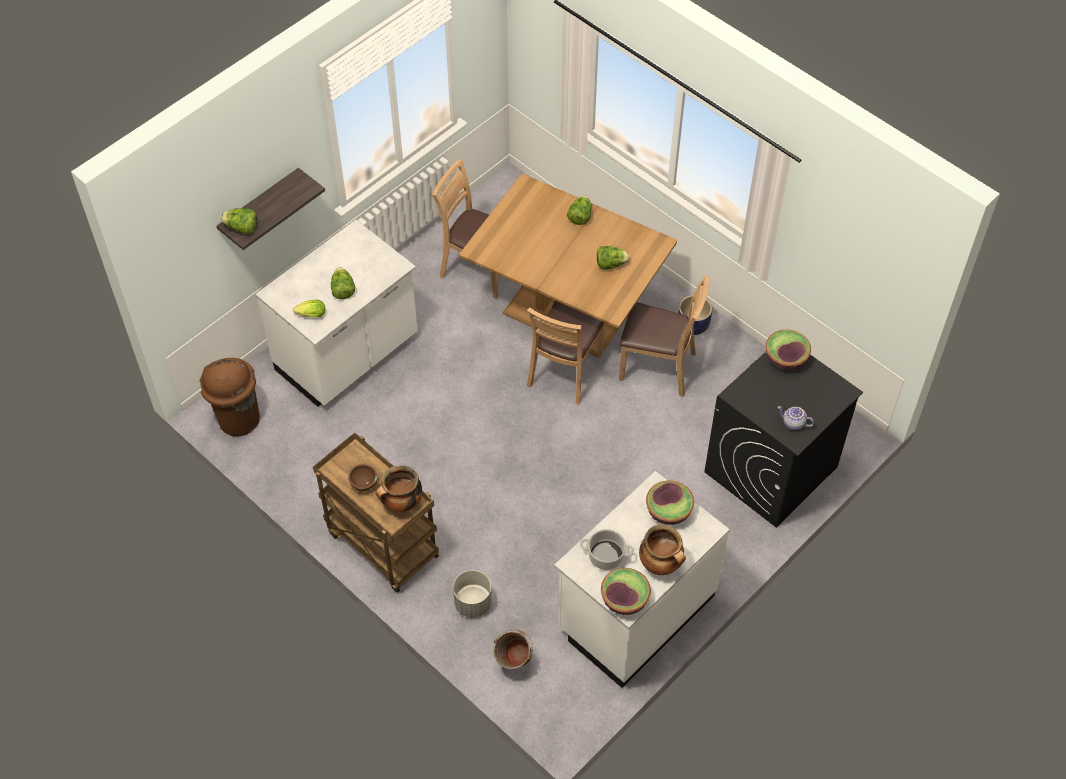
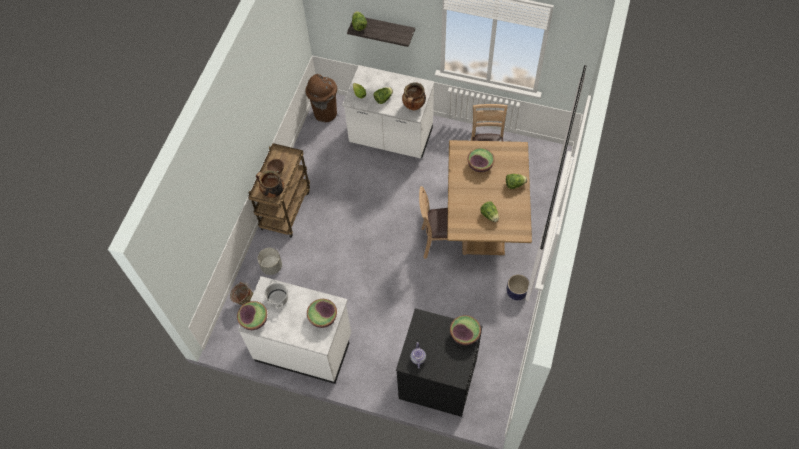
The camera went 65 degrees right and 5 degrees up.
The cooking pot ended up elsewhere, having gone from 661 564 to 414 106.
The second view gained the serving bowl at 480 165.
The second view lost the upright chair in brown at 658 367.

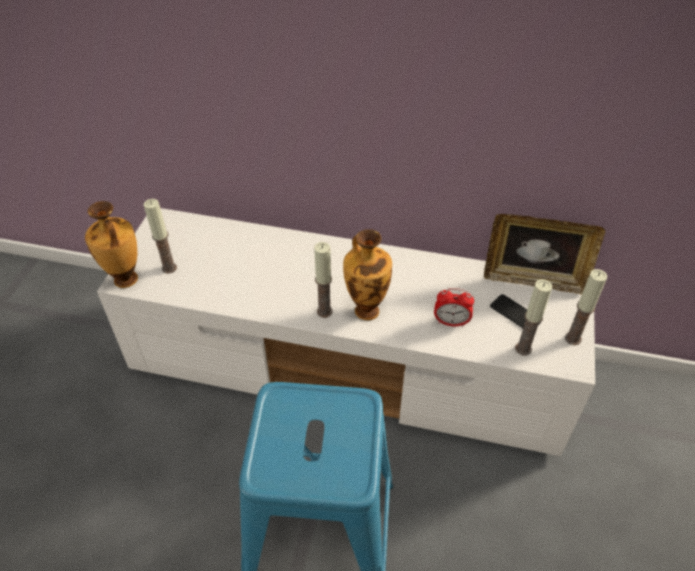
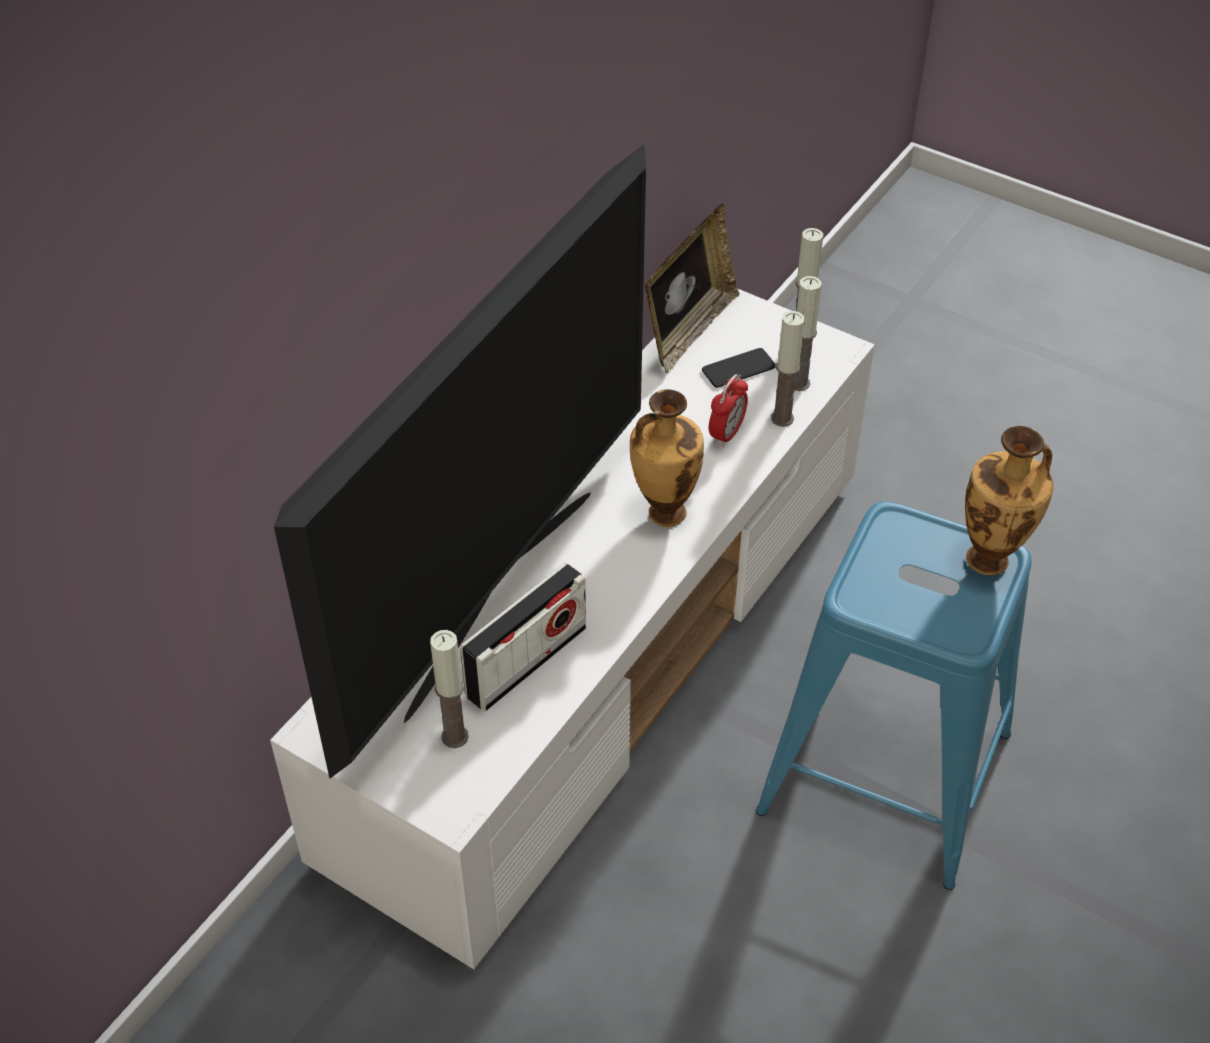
The camera went 70 degrees left and 0 degrees up.
The second view gained the TV set at 497 598.
The second view gained the radio set at 526 662.
The wax light ended up elsewhere, having gone from 324 311 to 782 418.
The flower vase ended up elsewhere, having gone from 126 280 to 991 559.

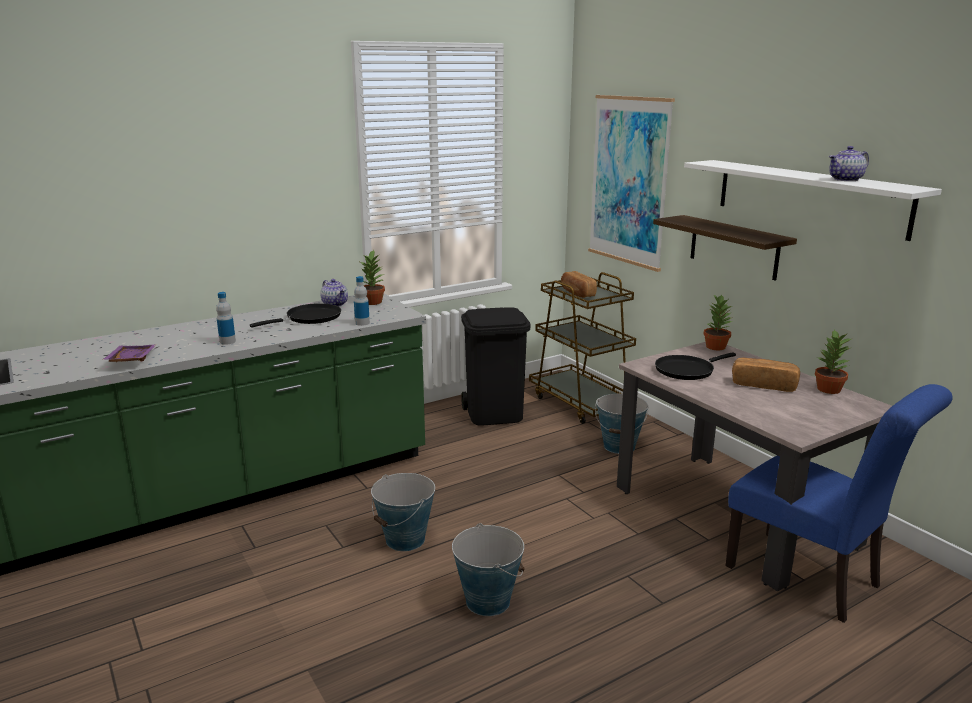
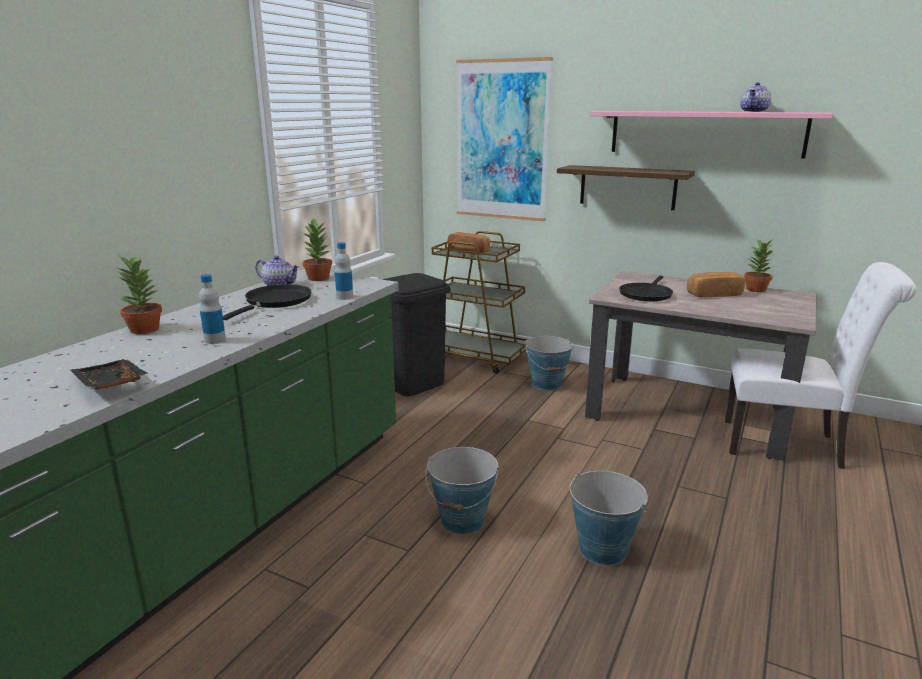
The camera went 30 degrees left and 0 degrees up.
What was the tray in purple at 130 360 turned into the tray in blackish at 109 385.
The potted plant ended up elsewhere, having gone from 715 347 to 144 329.
What was the bracket shelf in white-coloured at 808 197 turned into the bracket shelf in pinkish at 705 133.
What was the upright chair in blue-coloured at 811 579 turned into the upright chair in white-coloured at 789 445.

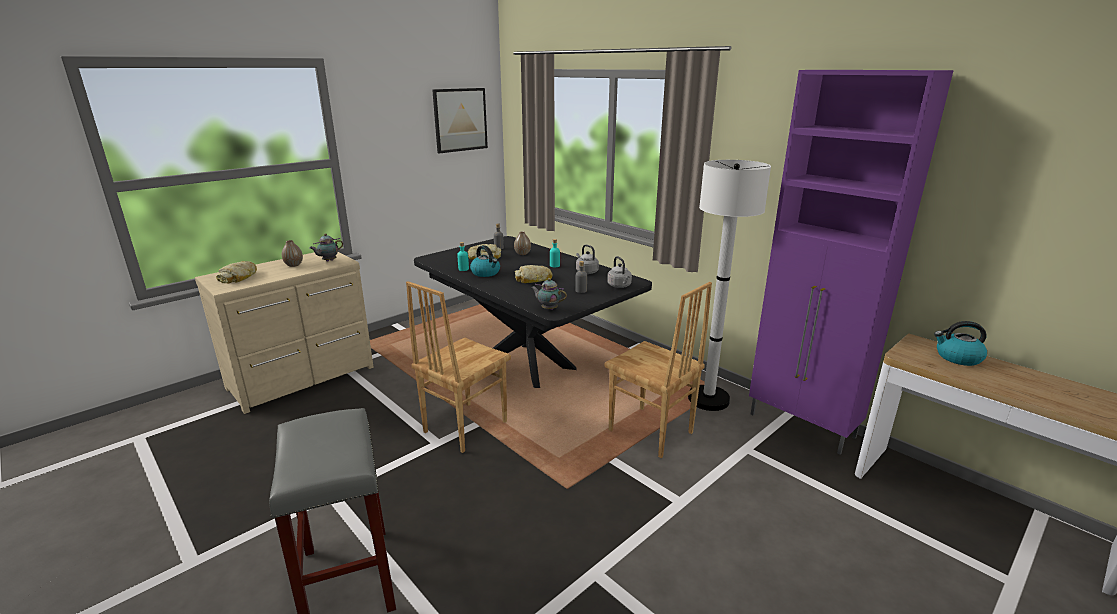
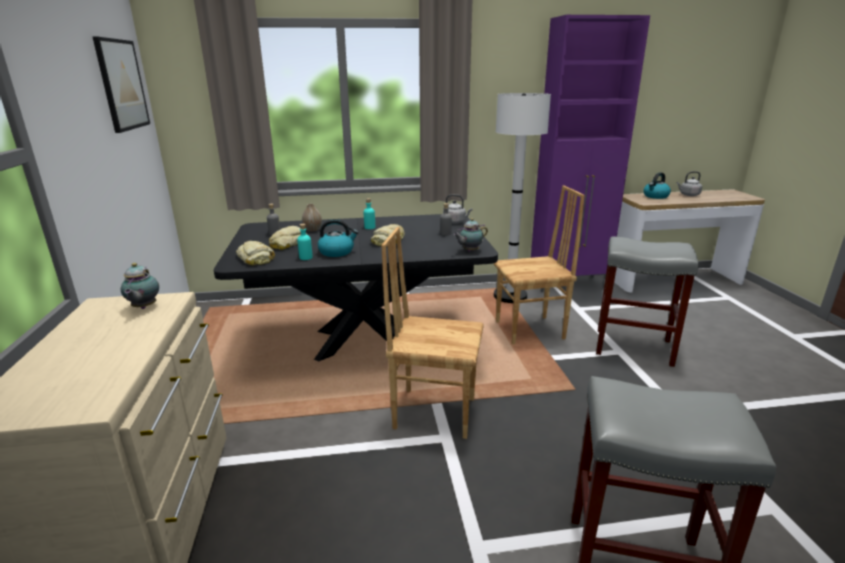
The camera went 55 degrees left and 0 degrees up.
The baked bread ended up elsewhere, having gone from 239 277 to 255 258.
The upright chair in brown at 464 427 ended up facing another way, 120 degrees clockwise from before.
The second view gained the stool seat in gray at 634 347.
The kettle in gray ended up elsewhere, having gone from 586 272 to 688 195.
The second view lost the flower vase at 294 265.

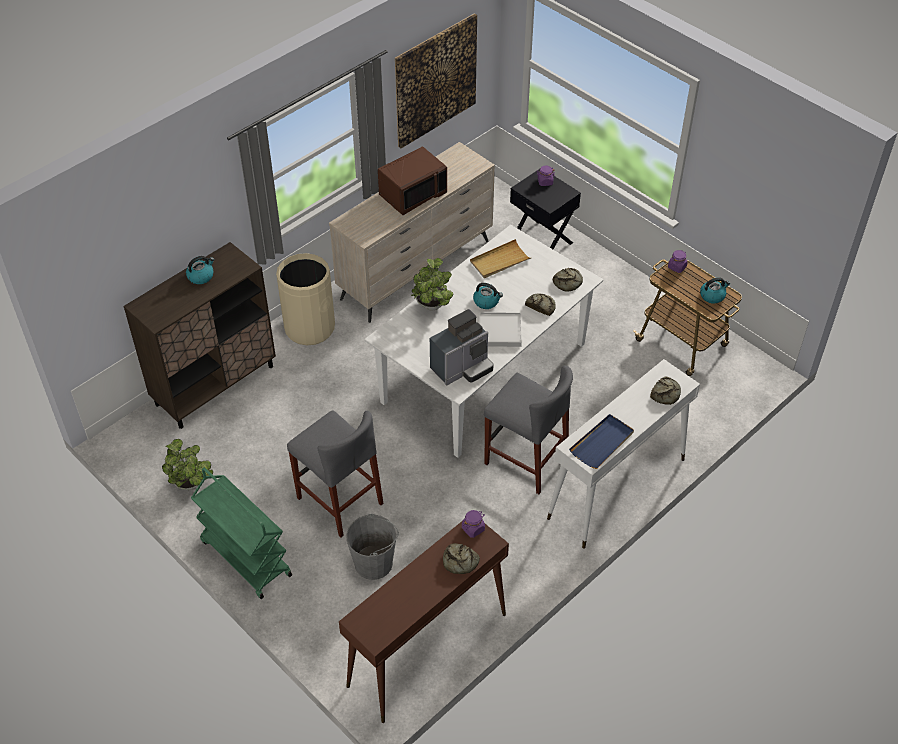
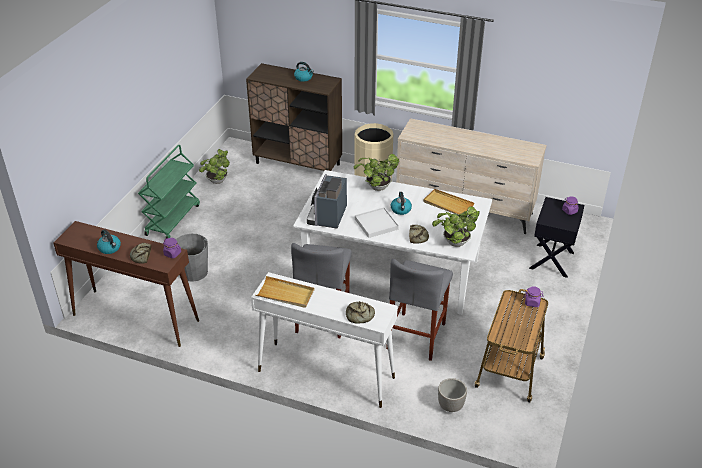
The camera went 65 degrees right and 10 degrees down.
The kettle ended up elsewhere, having gone from 712 296 to 110 248.
What was the tray in blue-coloured at 602 443 turned into the tray in beige at 285 294.
The coffee machine at 462 367 ended up facing another way, 75 degrees clockwise from before.
The stool seat in gray ended up elsewhere, having gone from 339 500 to 416 336.
Where the baked bread stood at 568 282, the potted plant came to stand at 454 243.
The second view gained the flower pot at 450 406.
The second view lost the kitchen microwave in brown at 412 194.
The second view lost the picture at 435 80.

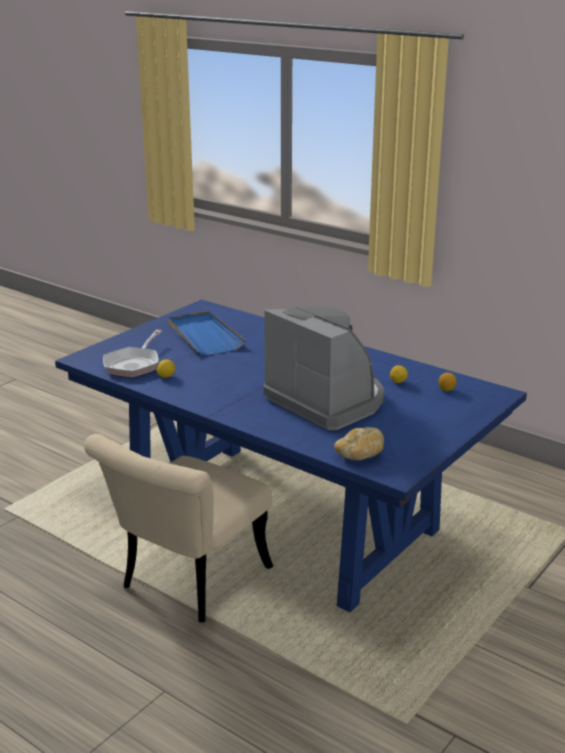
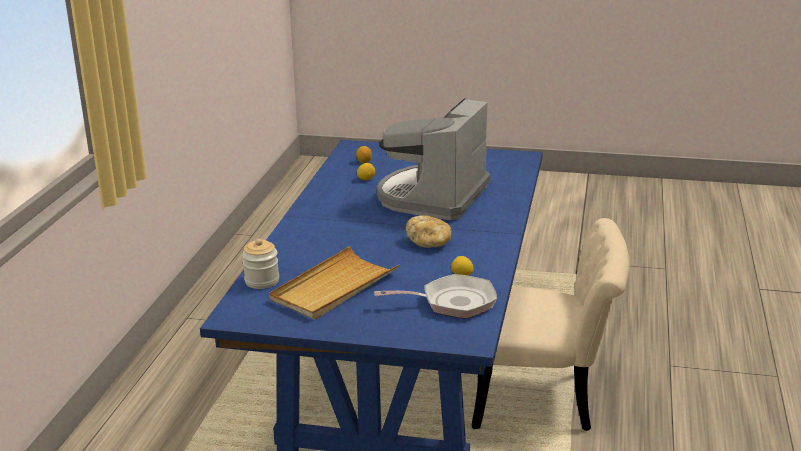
The camera went 115 degrees left and 0 degrees up.
The second view gained the storage jar at 262 281.
What was the tray in blue-coloured at 204 336 turned into the tray in beige at 334 287.
The baked bread ended up elsewhere, having gone from 359 455 to 429 242.

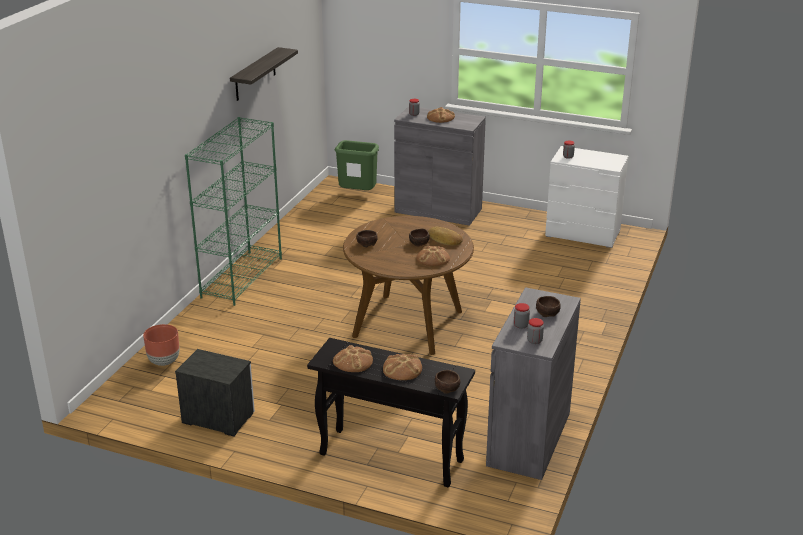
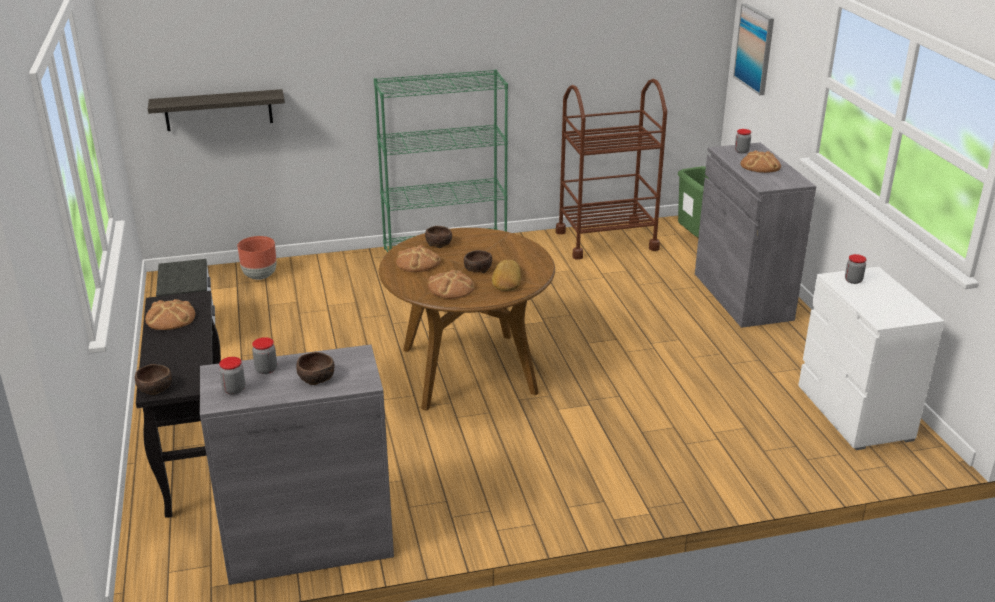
The camera went 55 degrees right and 0 degrees up.
The bracket shelf ended up elsewhere, having gone from 255 74 to 218 110.
The baked bread ended up elsewhere, having gone from 402 369 to 418 262.
The second view gained the wheeled cart in brown at 606 240.
The second view gained the picture at 755 48.

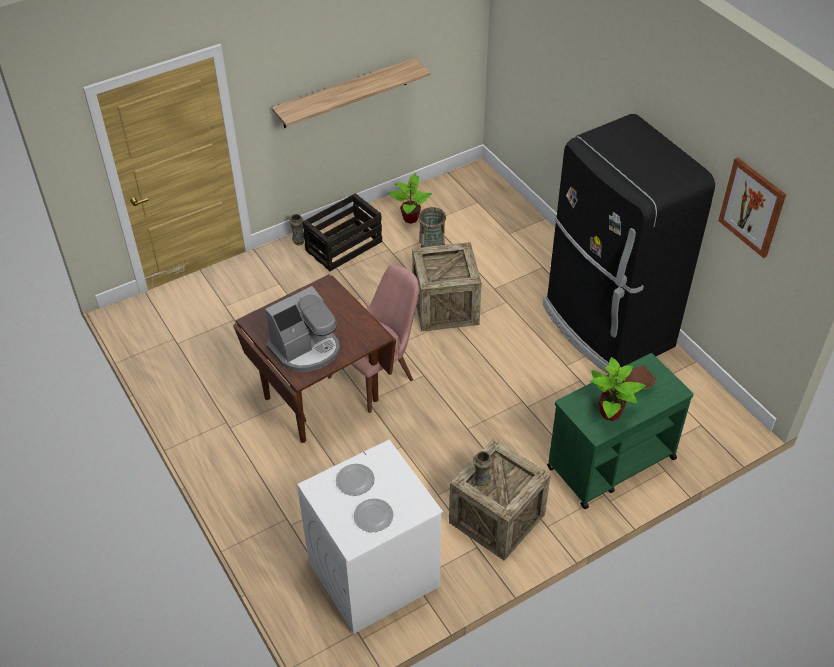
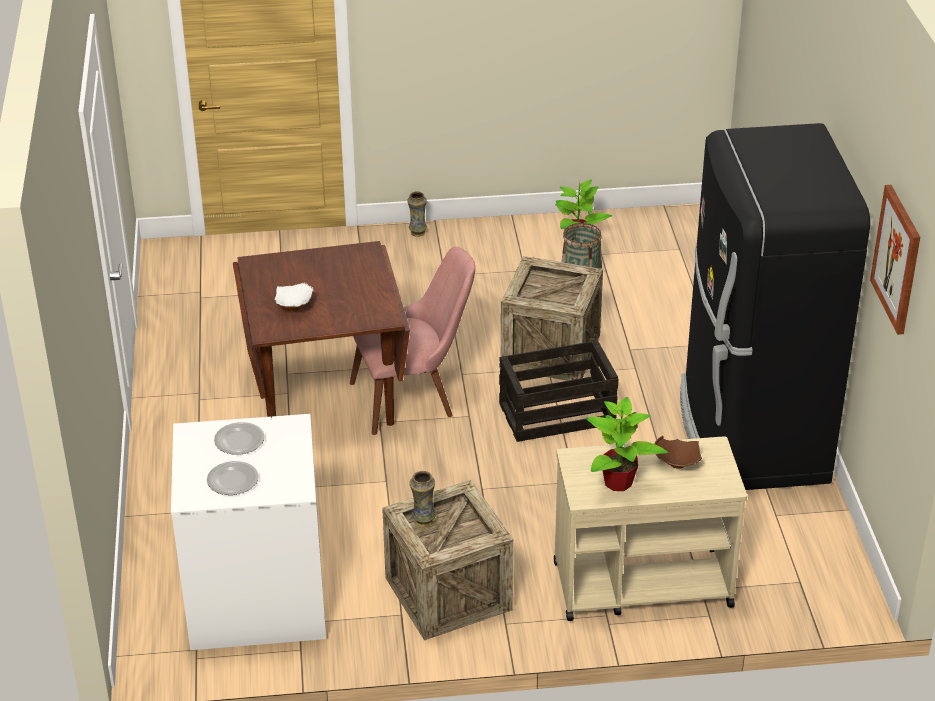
The camera went 25 degrees right and 10 degrees down.
Where the coffee machine stood at 306 349, the serving bowl in white-coloured came to stand at 294 307.
The crate ended up elsewhere, having gone from 344 246 to 558 413.
What was the wheeled cart in green at 610 463 turned into the wheeled cart in beige at 641 584.
The second view lost the bracket shelf at 345 93.

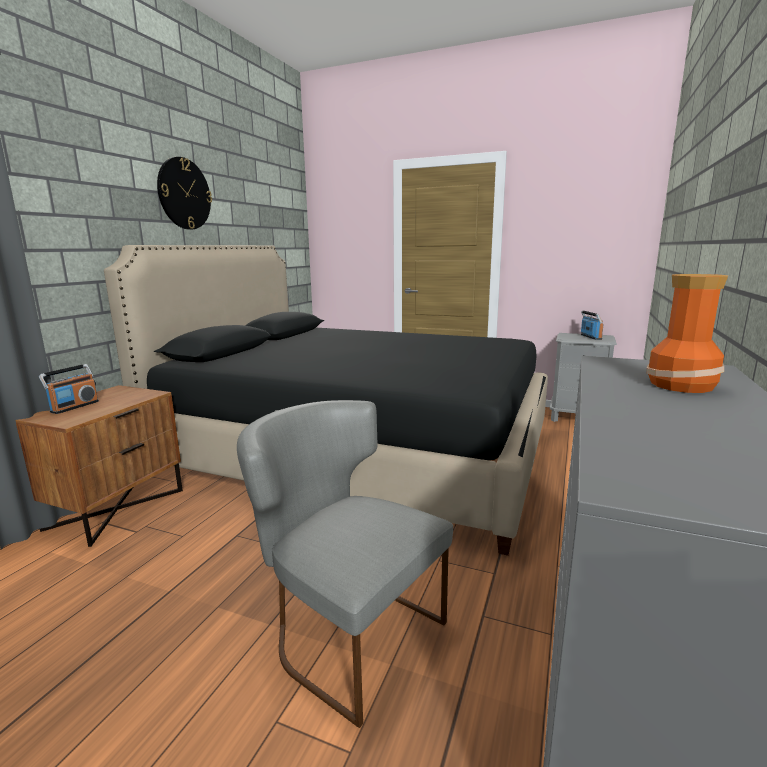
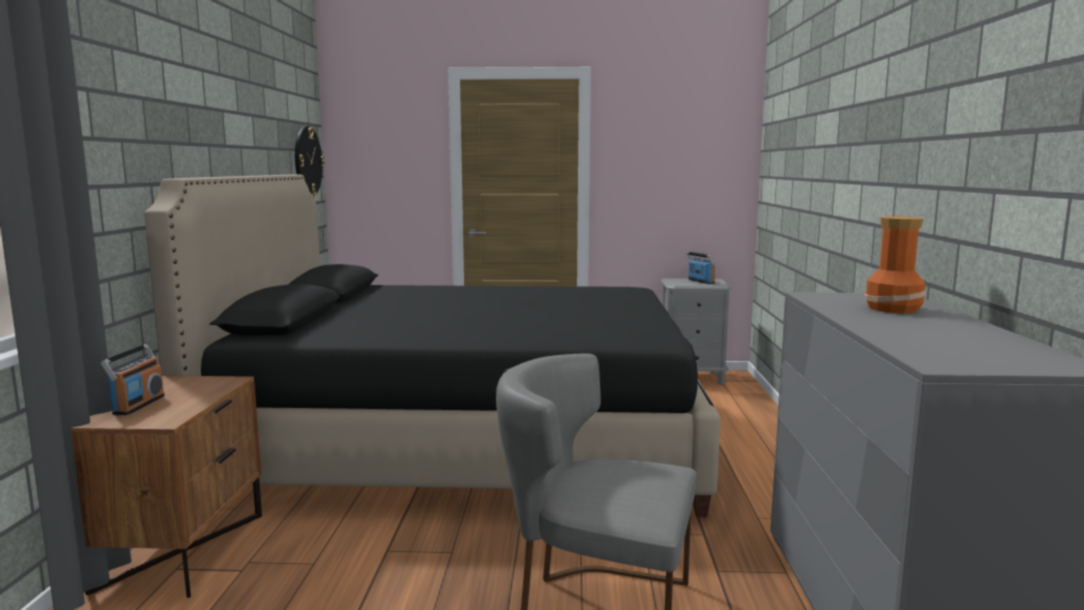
The camera went 20 degrees left and 5 degrees down.
The wall clock ended up elsewhere, having gone from 184 194 to 307 161.

